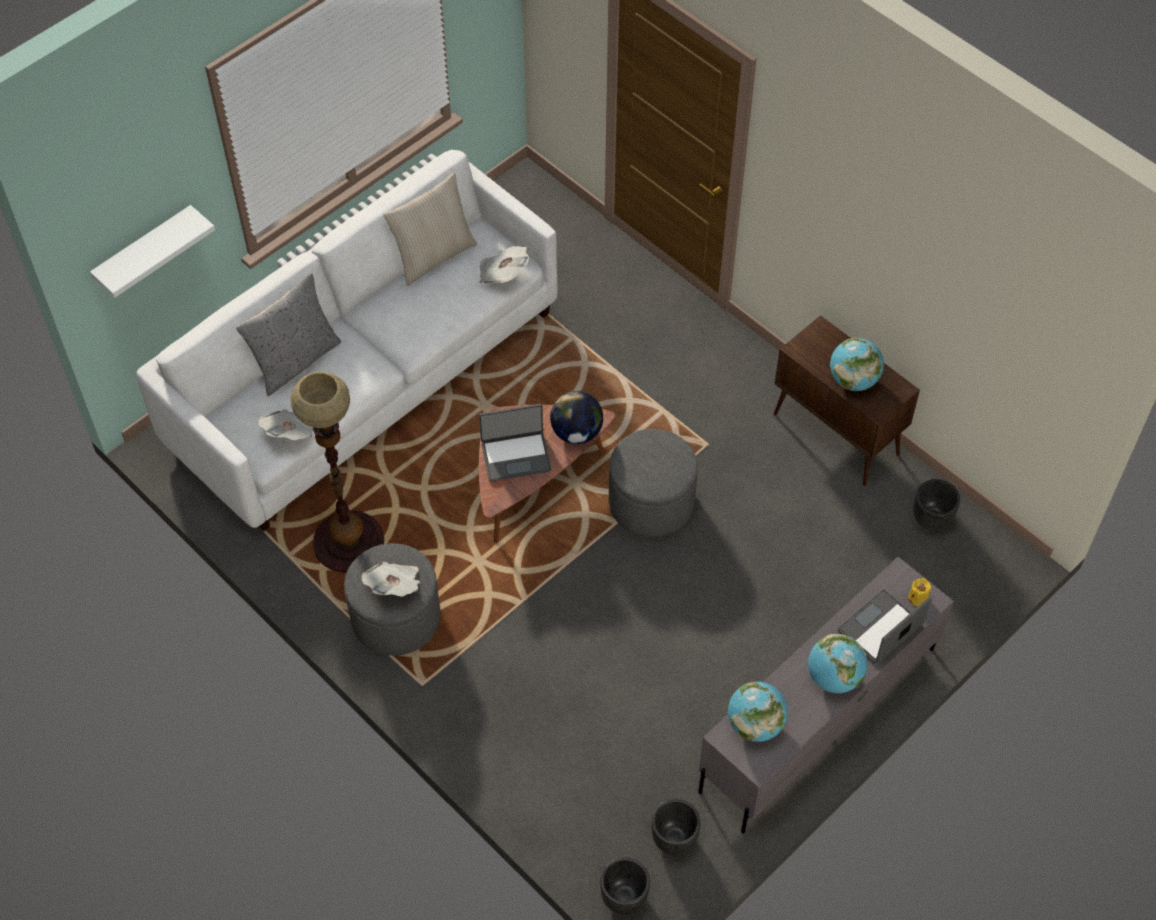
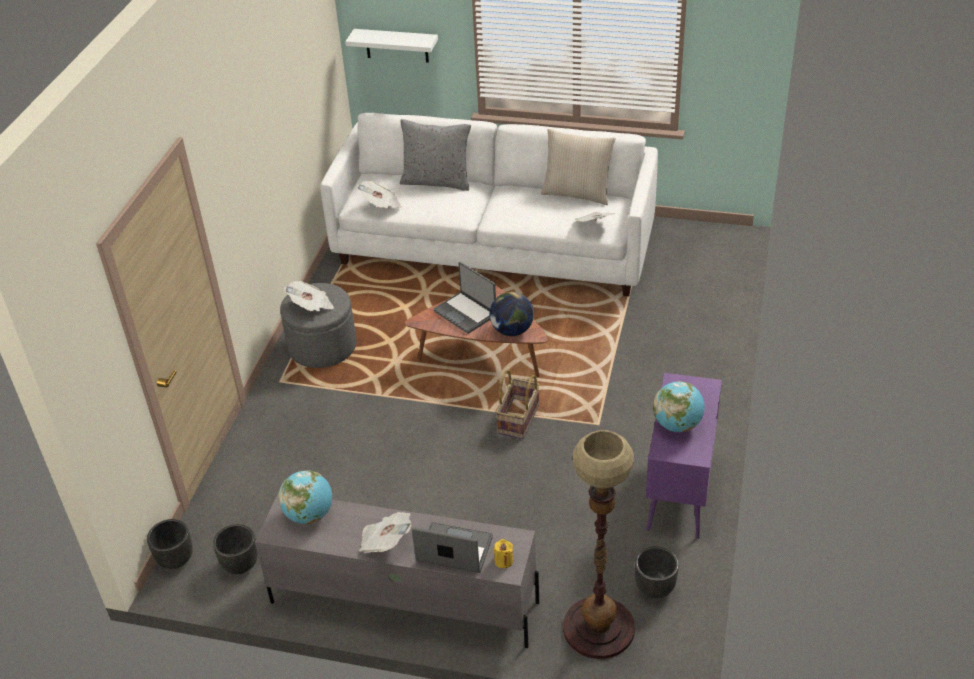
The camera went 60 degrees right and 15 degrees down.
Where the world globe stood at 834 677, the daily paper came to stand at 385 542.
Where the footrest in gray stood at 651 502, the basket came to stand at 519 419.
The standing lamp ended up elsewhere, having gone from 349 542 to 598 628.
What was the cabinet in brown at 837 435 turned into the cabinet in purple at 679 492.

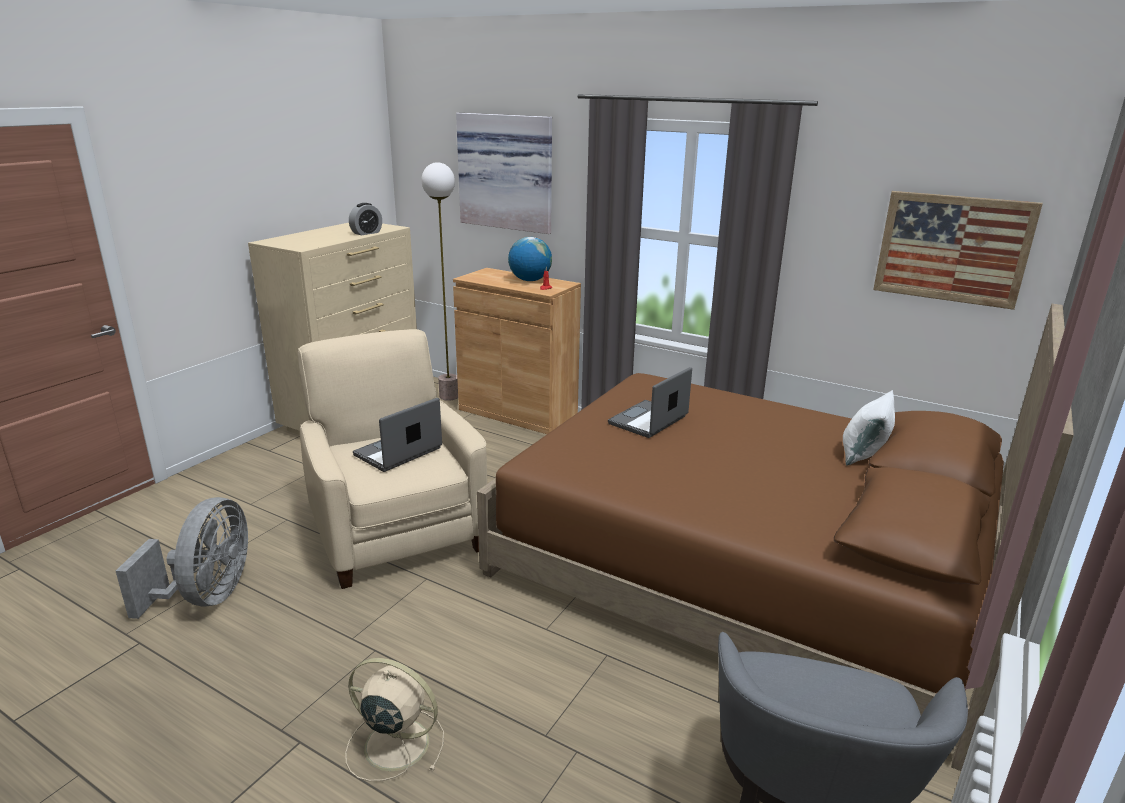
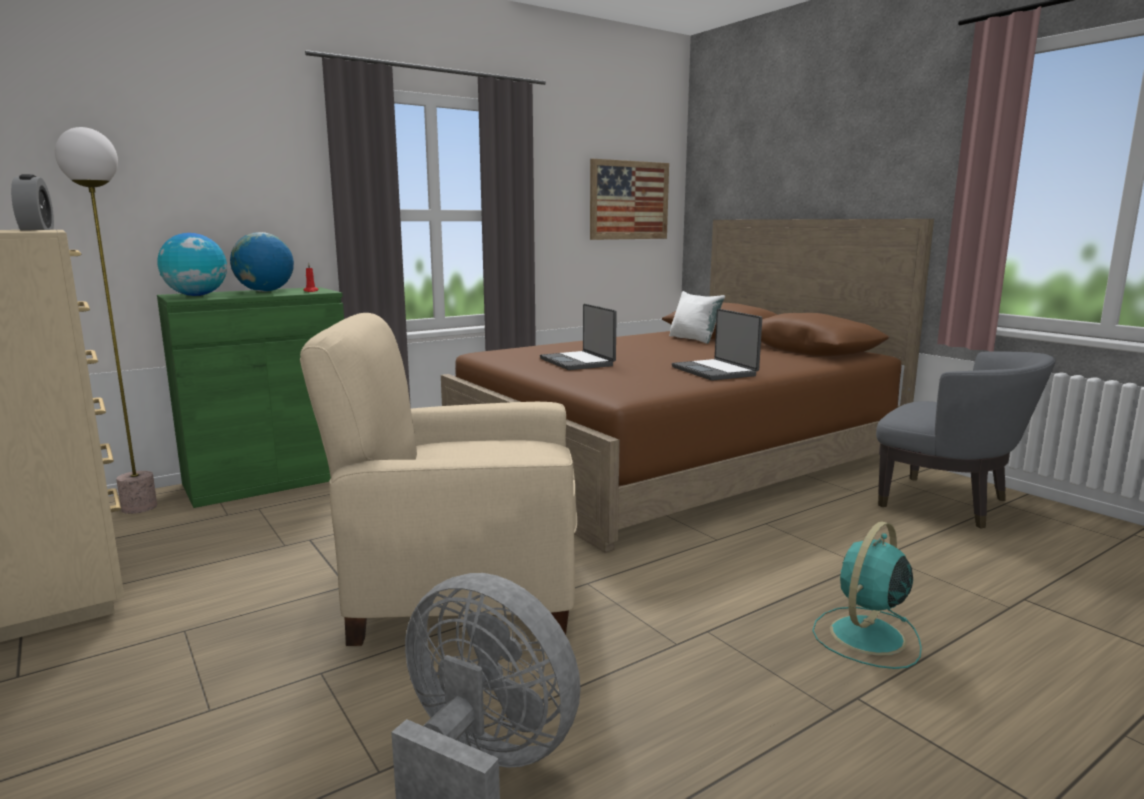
The camera went 65 degrees left and 10 degrees down.
The second view gained the world globe at 196 295.
What was the cabinet in brown at 517 412 turned into the cabinet in green at 270 480.
The notebook computer ended up elsewhere, having gone from 399 452 to 715 371.
What was the electric fan in beige at 394 743 turned into the electric fan in blue-green at 866 637.
The second view lost the picture at 507 172.

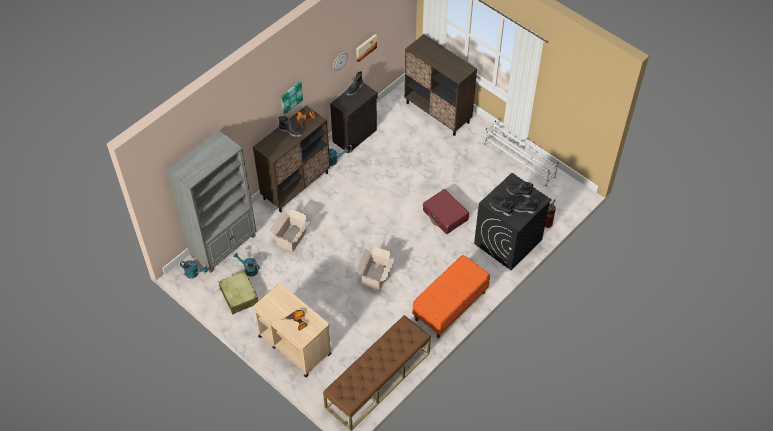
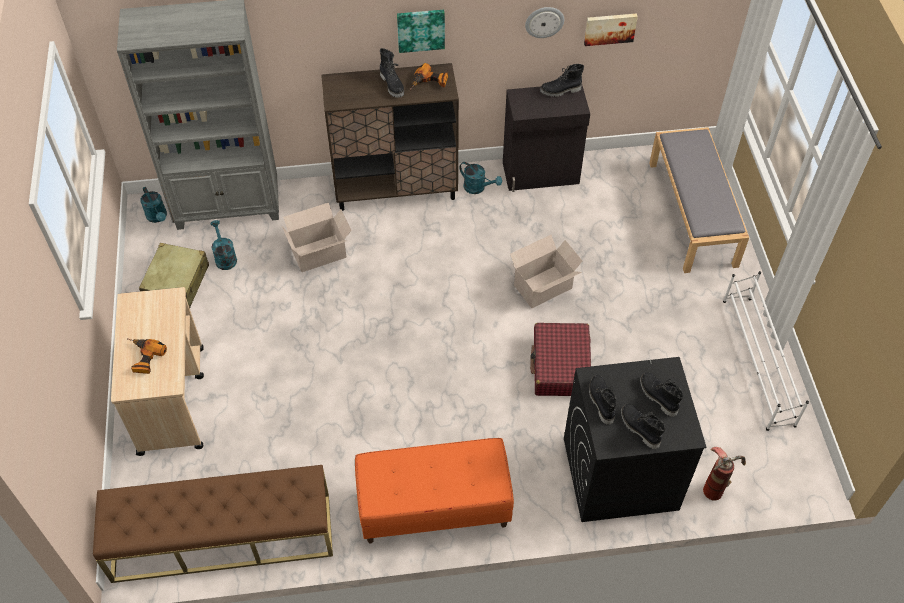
The camera went 40 degrees right and 0 degrees up.
The packing box ended up elsewhere, having gone from 376 275 to 544 286.
Where the cabinet in brown stood at 438 113, the indoor bench in gray came to stand at 693 214.

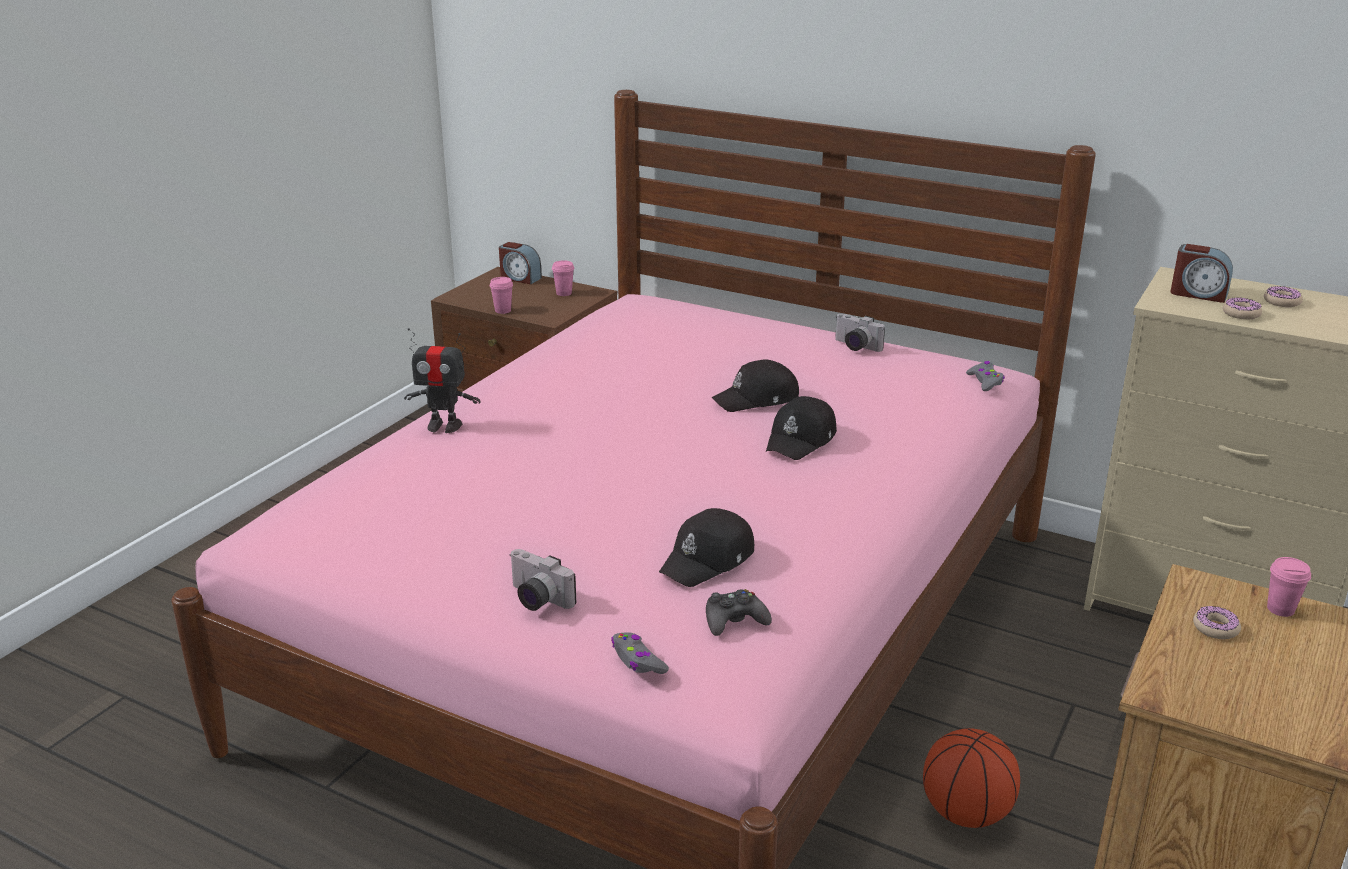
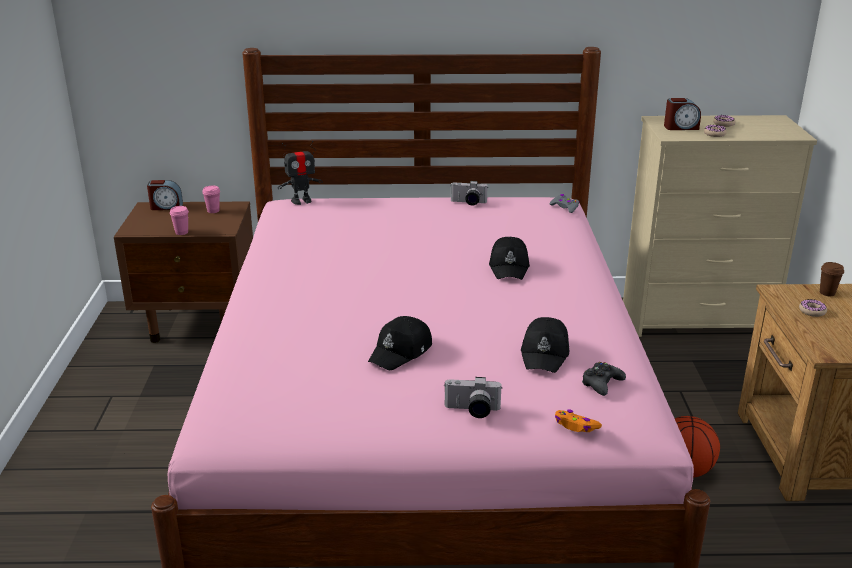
The camera went 30 degrees left and 0 degrees up.
The robot figure ended up elsewhere, having gone from 444 426 to 301 201.
The baseball cap in blackish ended up elsewhere, having gone from 757 399 to 401 352.
What was the gamepad in gray at 638 660 turned into the gamepad in orangey at 576 426.
What was the small cup in pinkish at 1280 609 turned into the small cup in brown at 827 293.

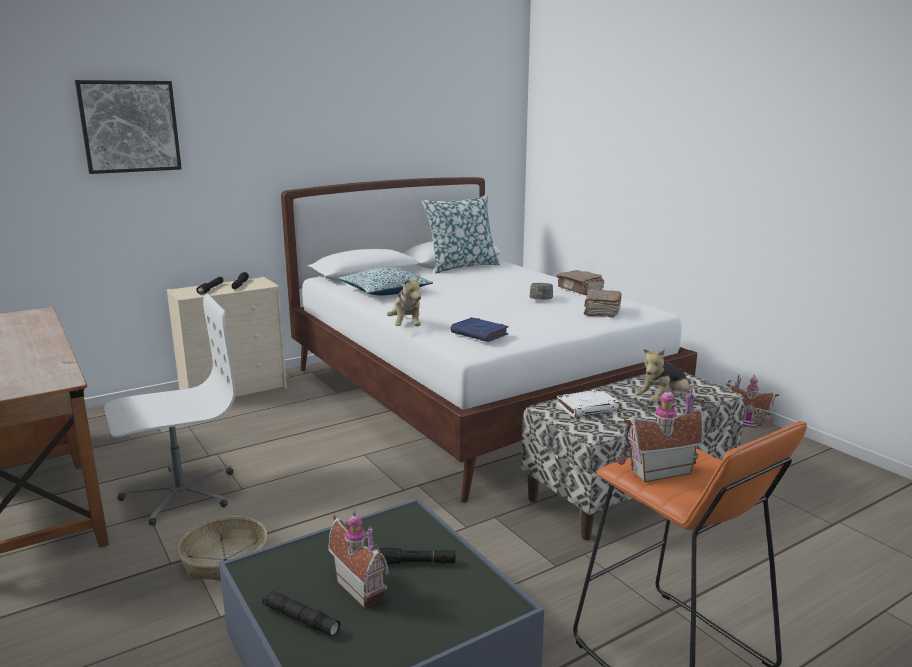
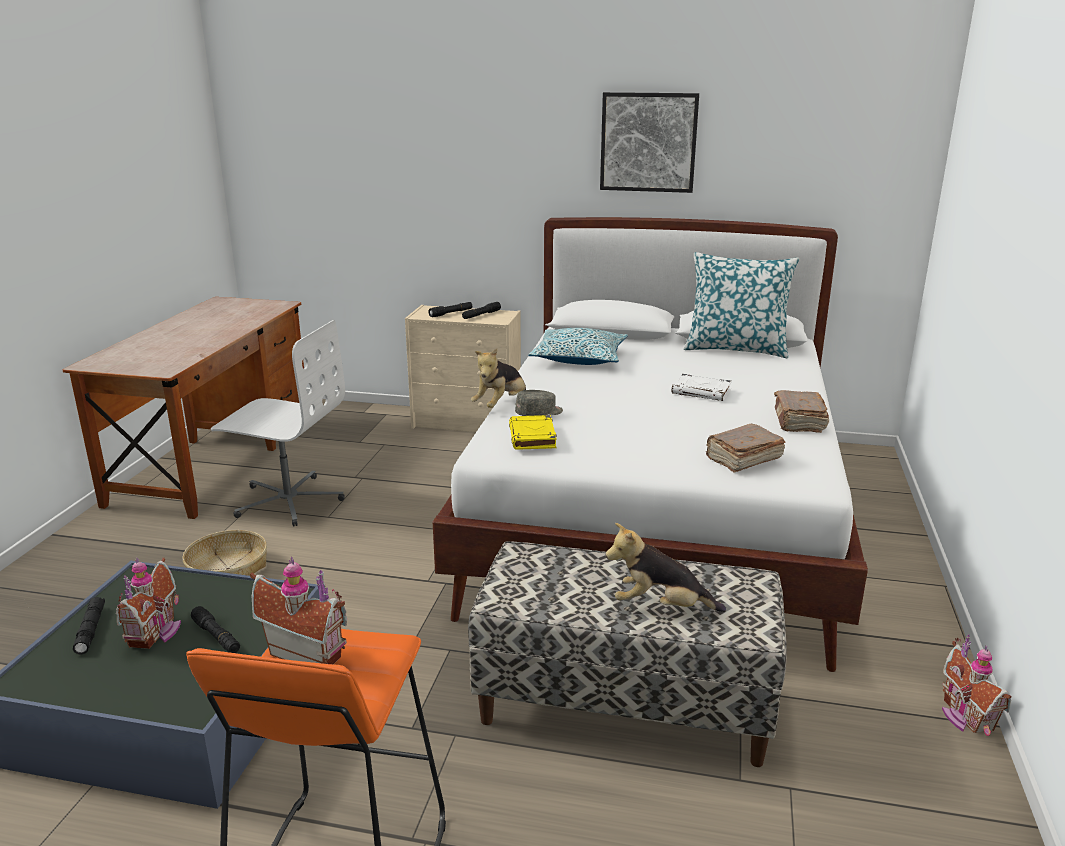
The camera went 45 degrees right and 5 degrees up.
What was the book in blue-coloured at 480 334 turned into the book in yellow at 533 437.
The baseball cap in gray ended up elsewhere, having gone from 541 298 to 539 413.
The picture ended up elsewhere, having gone from 130 126 to 648 142.
The book in white-coloured ended up elsewhere, having gone from 588 407 to 702 392.

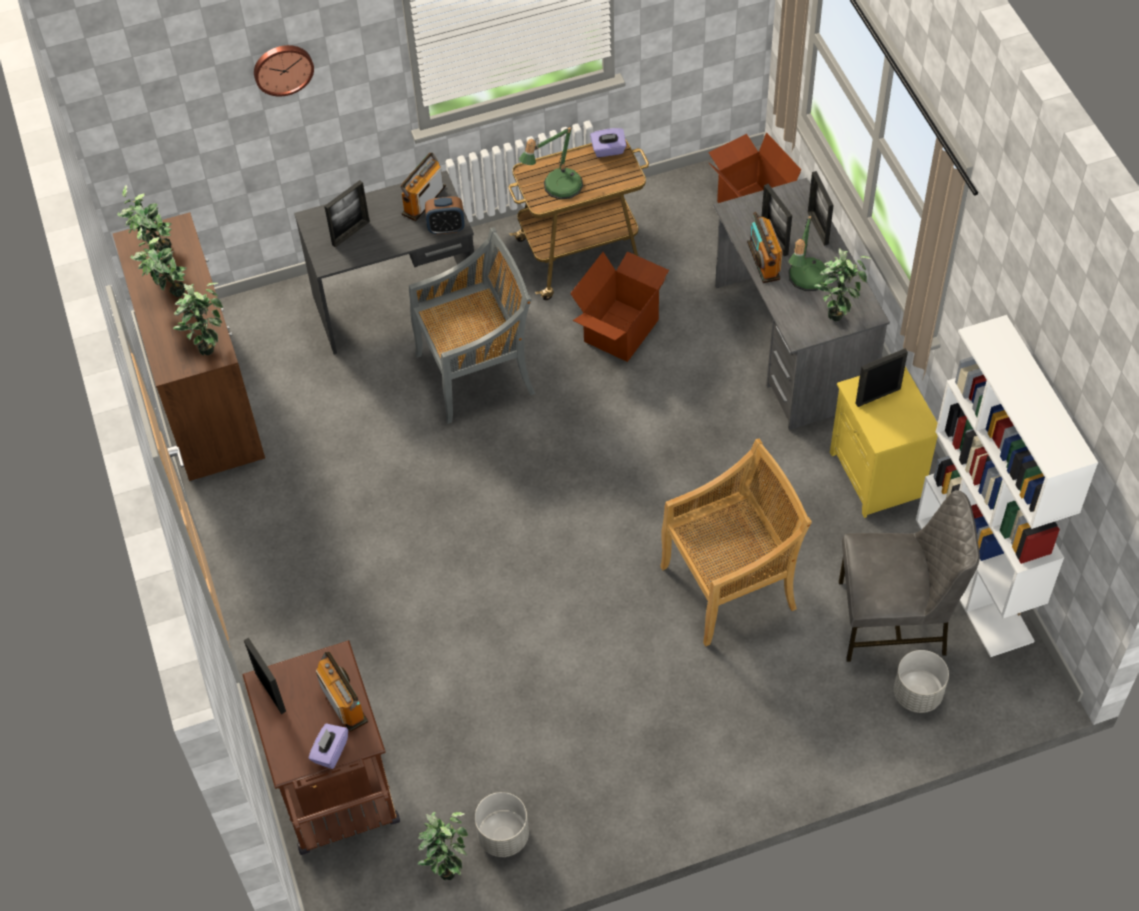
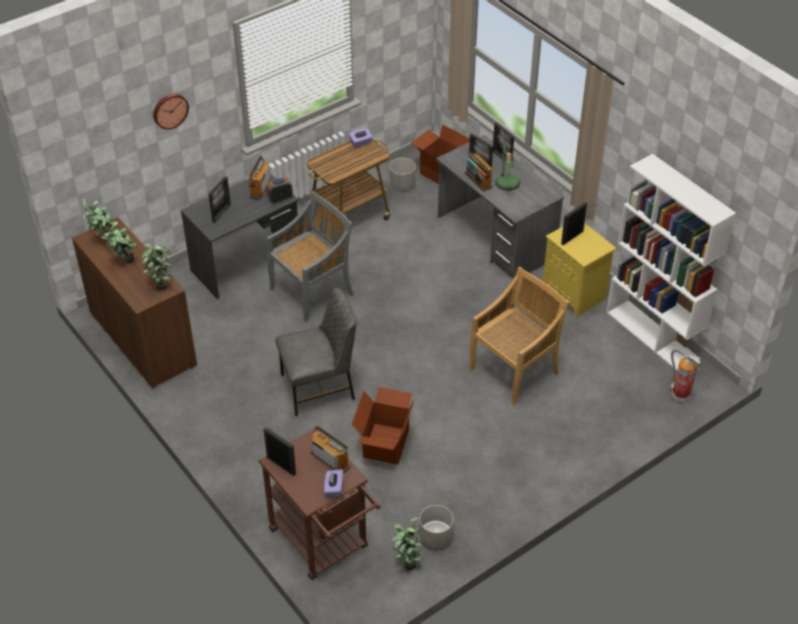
The camera went 20 degrees left and 10 degrees down.
The upright chair in gray ended up elsewhere, having gone from 894 620 to 319 387.
The packing box ended up elsewhere, having gone from 620 330 to 384 443.
The flower pot in gray ended up elsewhere, having gone from 917 694 to 402 185.
The second view gained the fire-fighting cylinder at 679 395.
The second view lost the tabletop lamp at 557 188.
The second view lost the potted plant at 837 310.

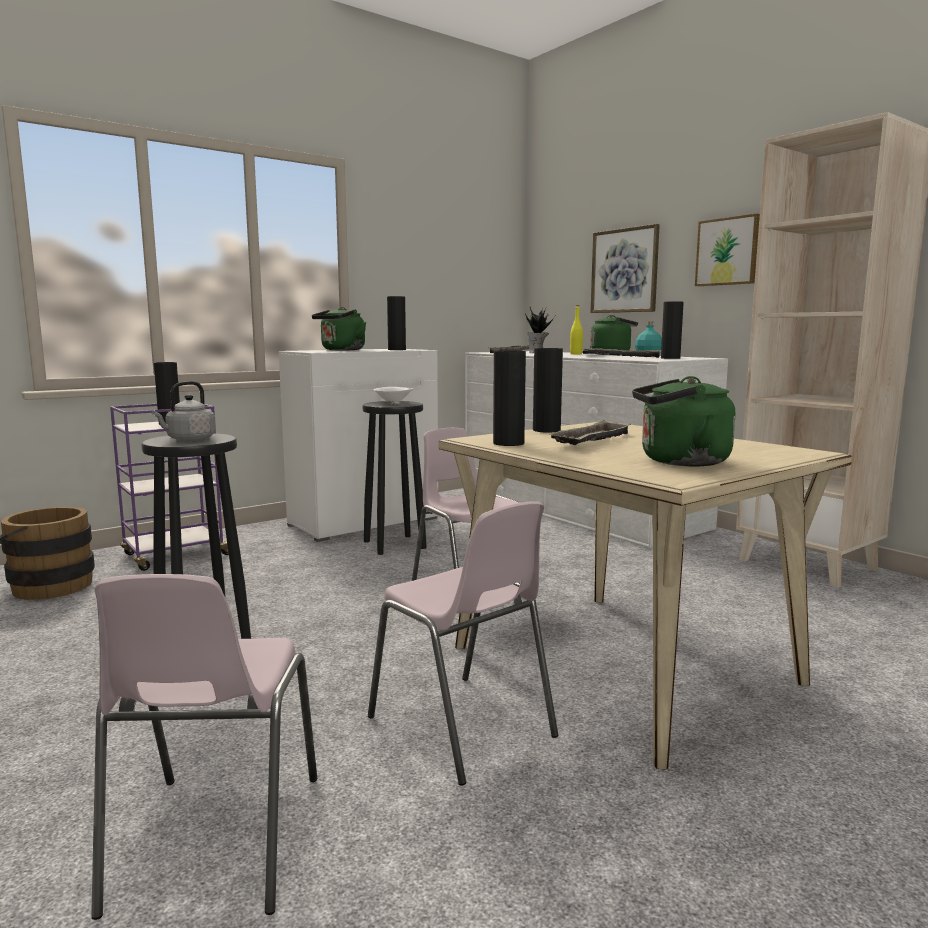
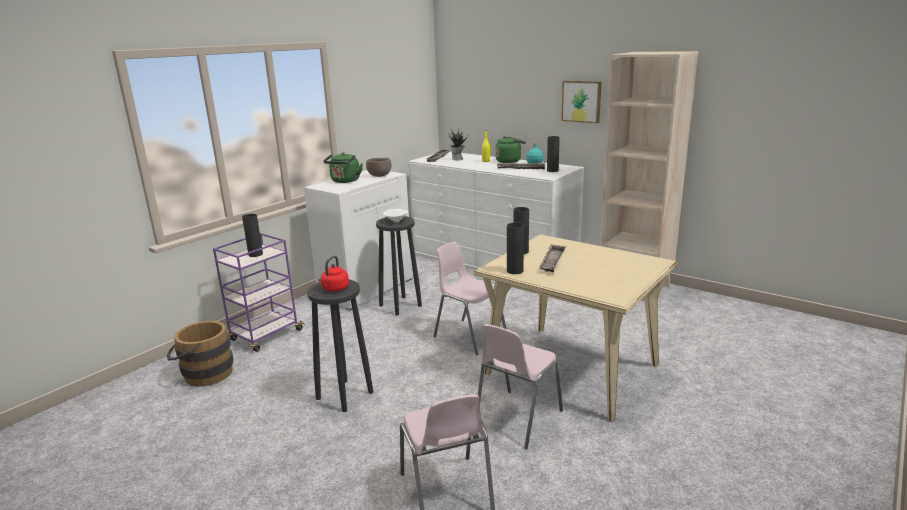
The camera went 15 degrees left and 10 degrees up.
What was the kettle in gray at 189 439 turned into the kettle in red at 334 289.
Where the flower vase in blackish stood at 397 349, the serving bowl in brown came to stand at 379 176.
The upright chair in pinkish at 462 727 ended up facing another way, 90 degrees clockwise from before.
The second view lost the picture at 624 271.
The second view lost the kettle in green at 679 462.

